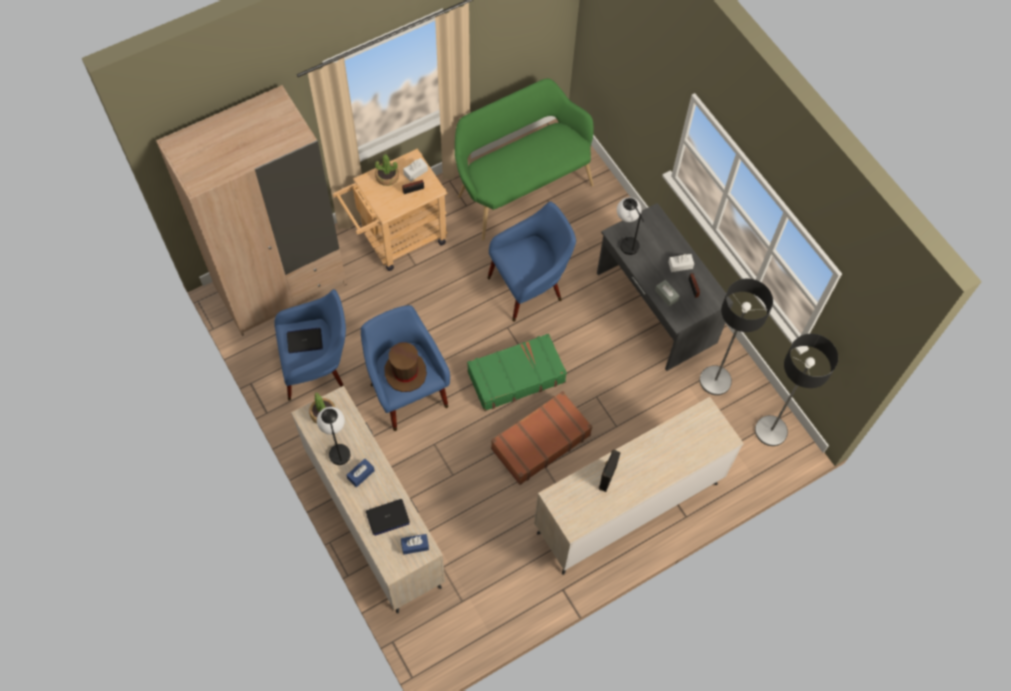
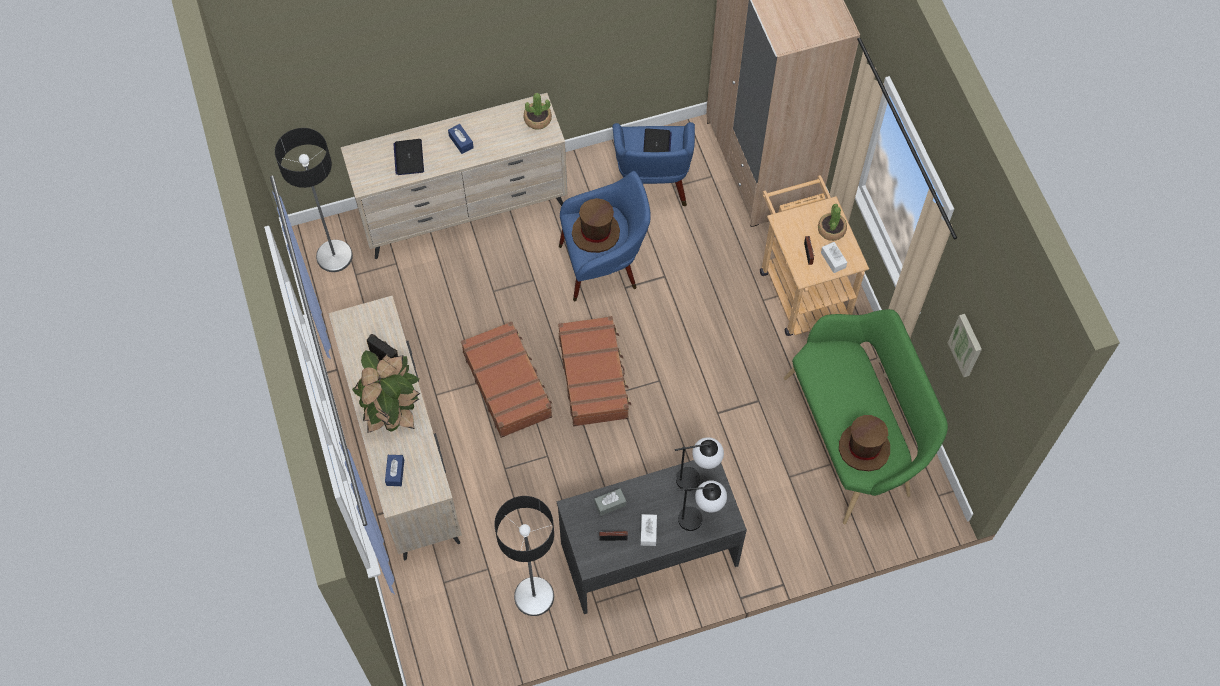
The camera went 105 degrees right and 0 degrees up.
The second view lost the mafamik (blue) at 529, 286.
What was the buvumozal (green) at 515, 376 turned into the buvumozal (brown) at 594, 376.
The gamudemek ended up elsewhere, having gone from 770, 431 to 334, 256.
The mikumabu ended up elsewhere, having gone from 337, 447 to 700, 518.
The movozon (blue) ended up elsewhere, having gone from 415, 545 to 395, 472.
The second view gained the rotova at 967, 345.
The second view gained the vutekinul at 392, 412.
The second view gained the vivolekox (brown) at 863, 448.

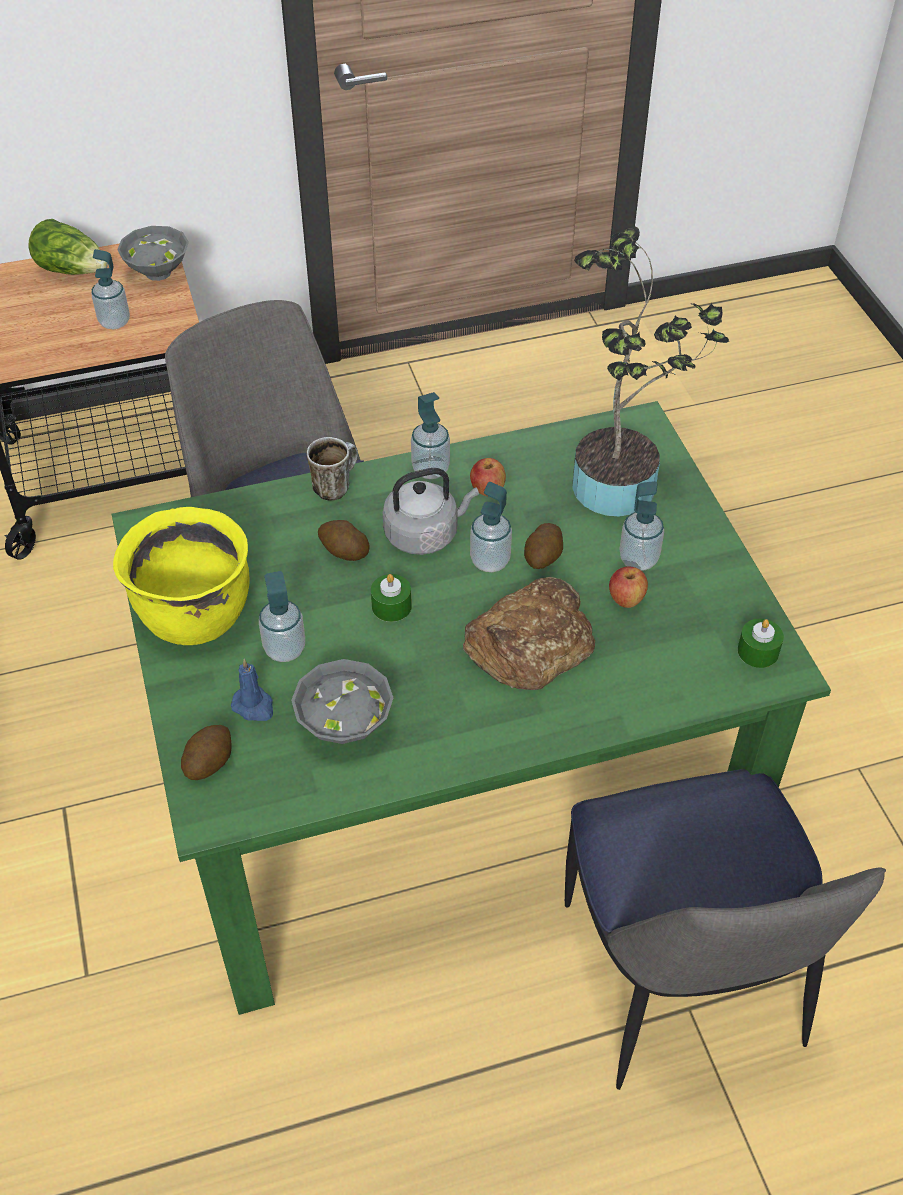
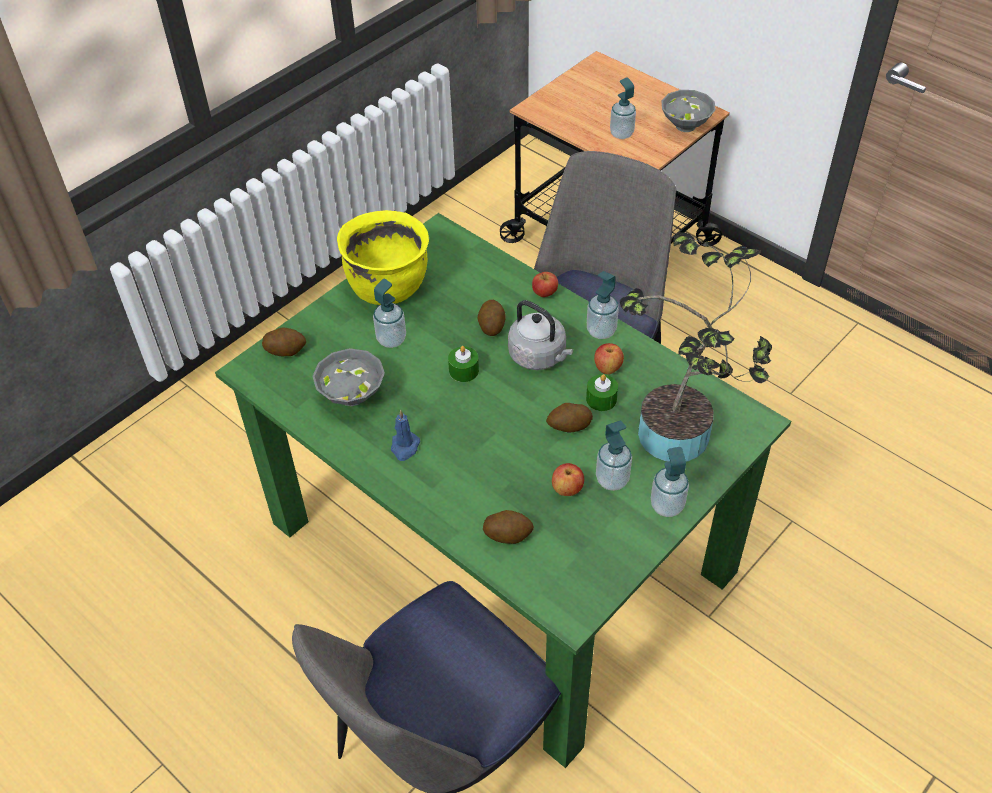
The camera went 60 degrees right and 0 degrees up.
The second view lost the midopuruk at 73, 270.
Where the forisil stood at 335, 486, the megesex came to stand at 545, 293.
The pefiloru ended up elsewhere, having gone from 490, 561 to 667, 506.
The second view lost the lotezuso at 530, 643.
The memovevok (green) ended up elsewhere, having gone from 758, 651 to 601, 399.
The memovevok (blue) ended up elsewhere, having gone from 254, 706 to 405, 447.
The second view gained the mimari at 508, 534.

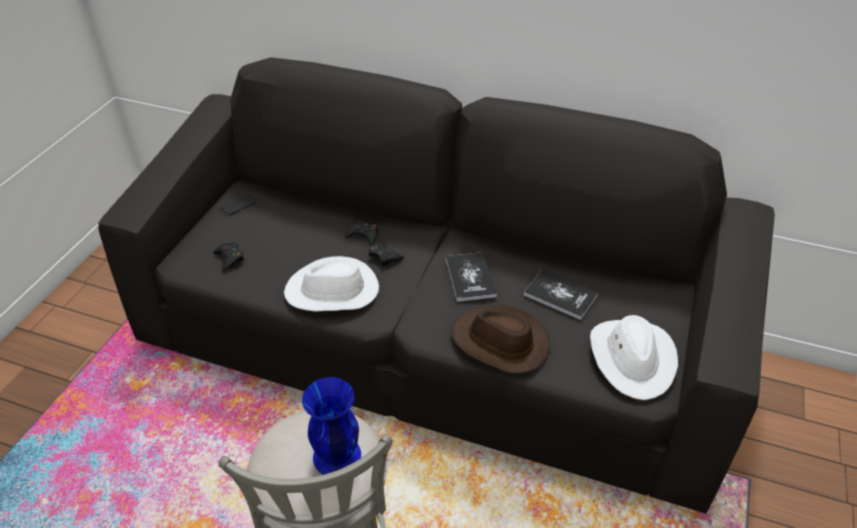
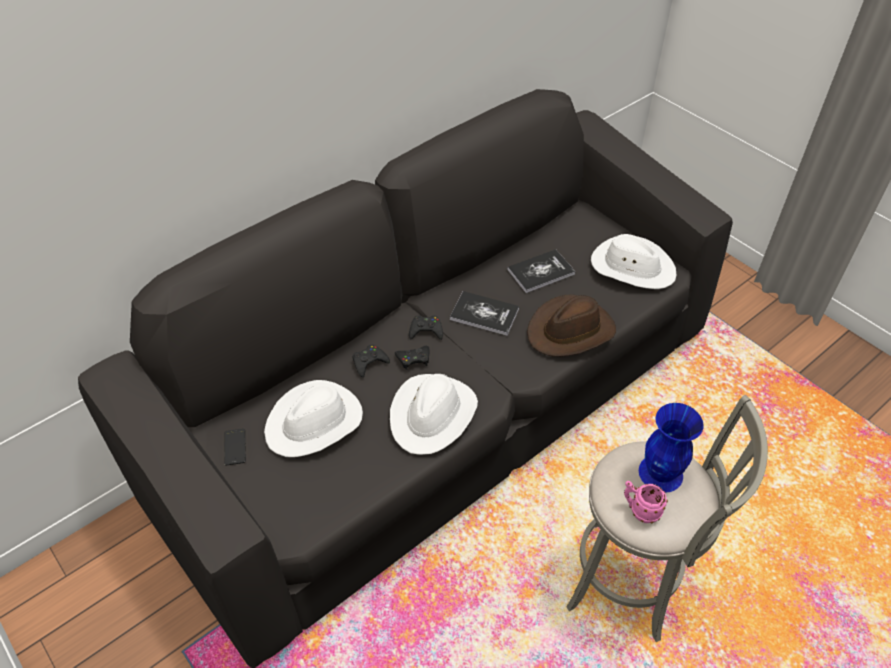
The camera went 60 degrees left and 5 degrees up.
The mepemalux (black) ended up elsewhere, having gone from 229, 258 to 426, 330.
The second view gained the vivolekox (white) at 314, 422.
The second view gained the forisil (pink) at 640, 510.

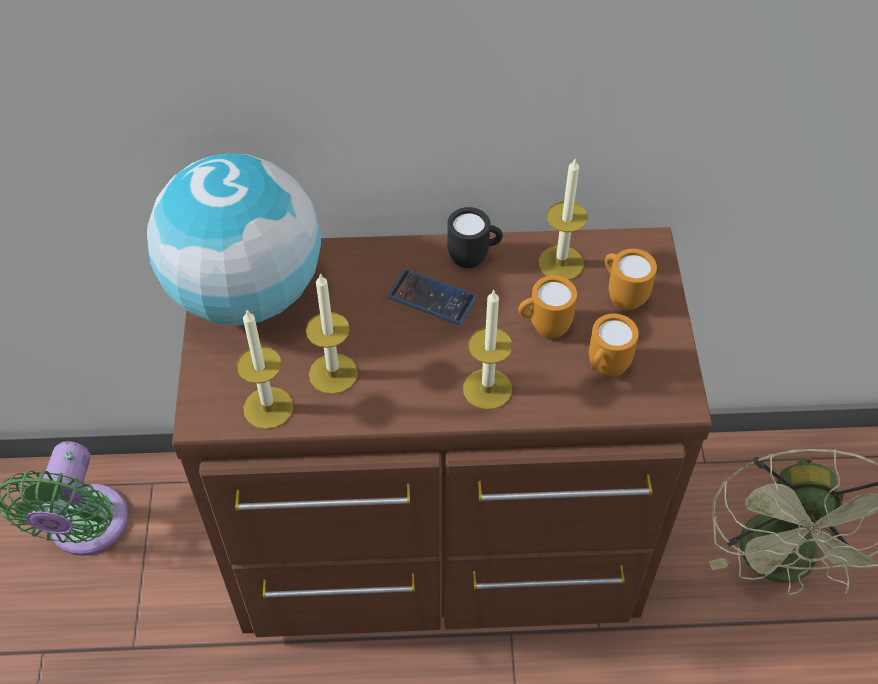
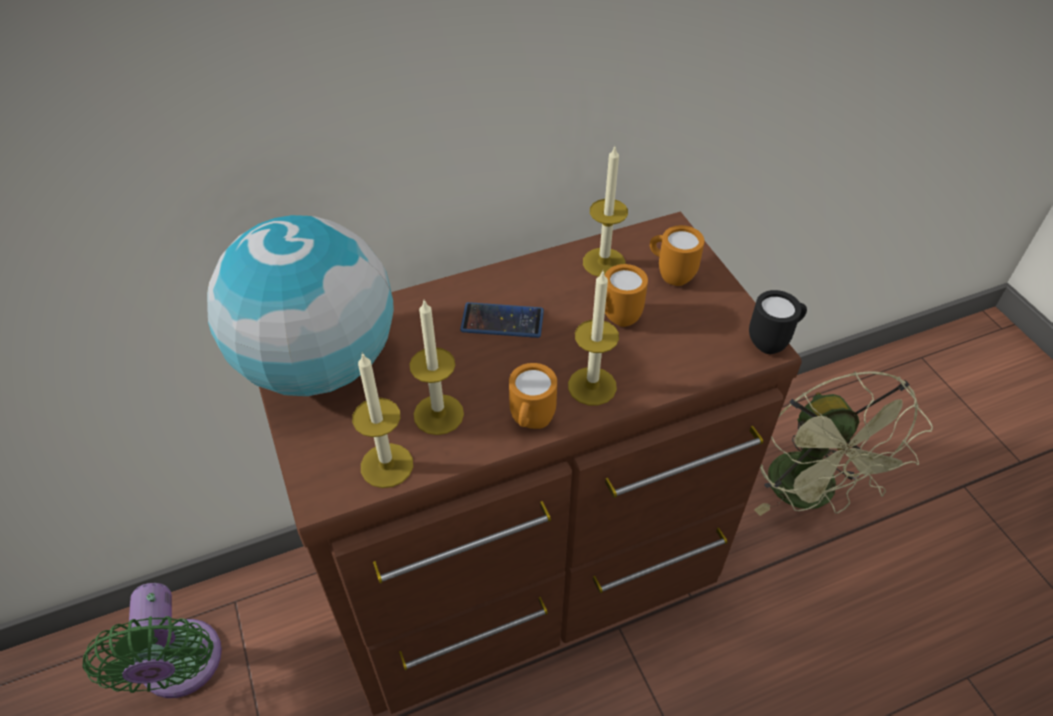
The camera went 20 degrees left and 5 degrees down.
The forisil (black) ended up elsewhere, having gone from 474, 258 to 772, 342.
The forisil (orange) ended up elsewhere, having gone from 604, 369 to 530, 423.

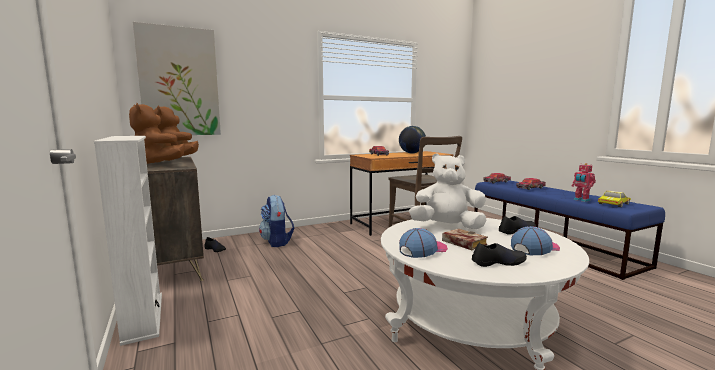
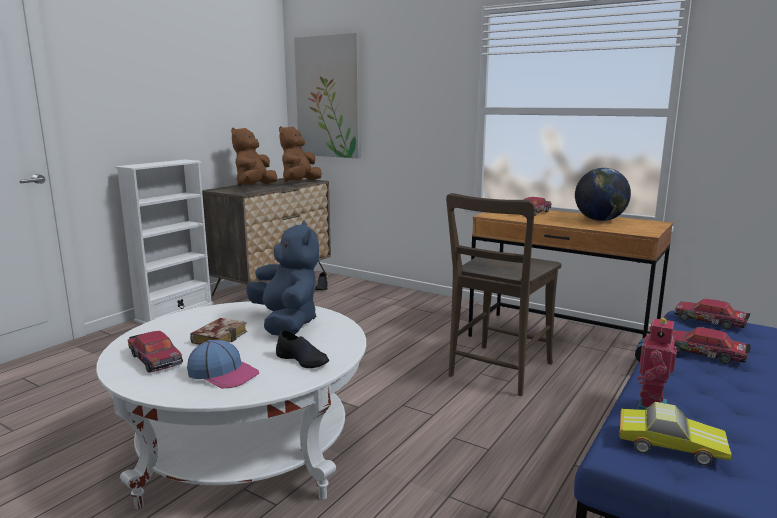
The camera went 60 degrees right and 5 degrees up.
What was the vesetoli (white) at 447, 227 turned into the vesetoli (blue) at 286, 323.
The second view lost the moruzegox at 277, 242.
The second view lost the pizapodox at 422, 250.
Where the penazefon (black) stood at 498, 262, the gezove came to stand at 155, 358.

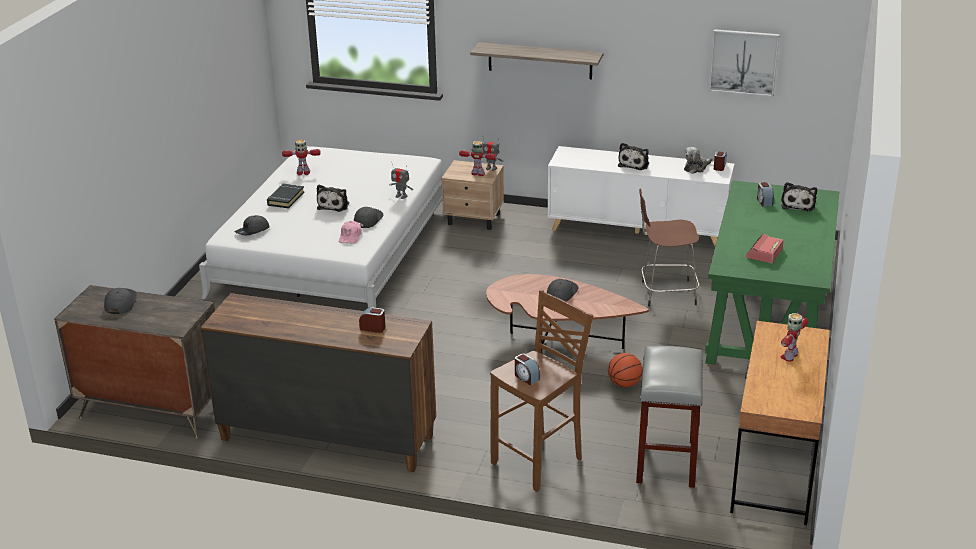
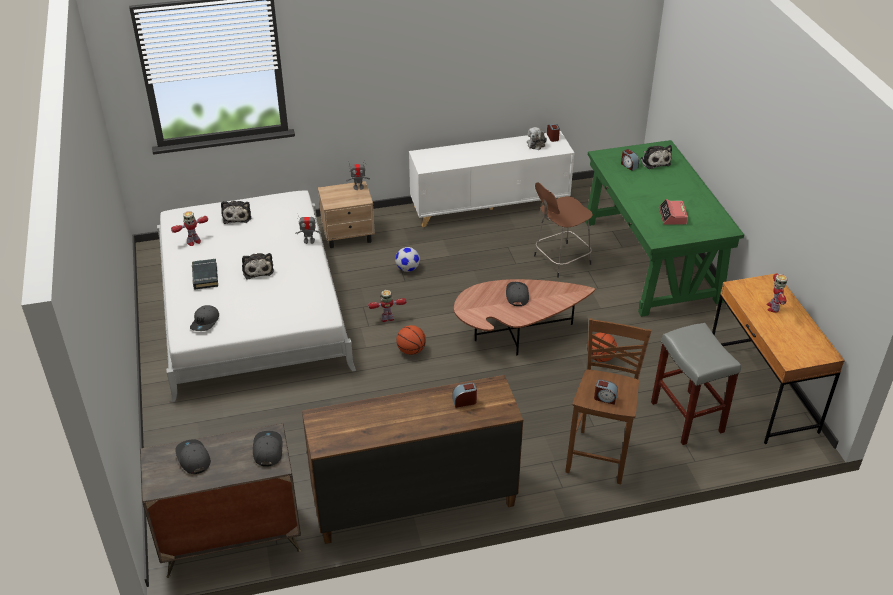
The camera went 30 degrees left and 10 degrees up.
The second view lost the rotova at 743, 62.
The second view lost the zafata at 540, 61.
The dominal ended up elsewhere, having gone from 478, 174 to 387, 318.
The vesetoli ended up elsewhere, having gone from 634, 164 to 237, 216.
The pizapodox (grey) ended up elsewhere, having gone from 367, 220 to 267, 450.
The second view lost the pizapodox (pink) at 350, 237.
The second view gained the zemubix at 408, 268.
The second view gained the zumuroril at 411, 350.

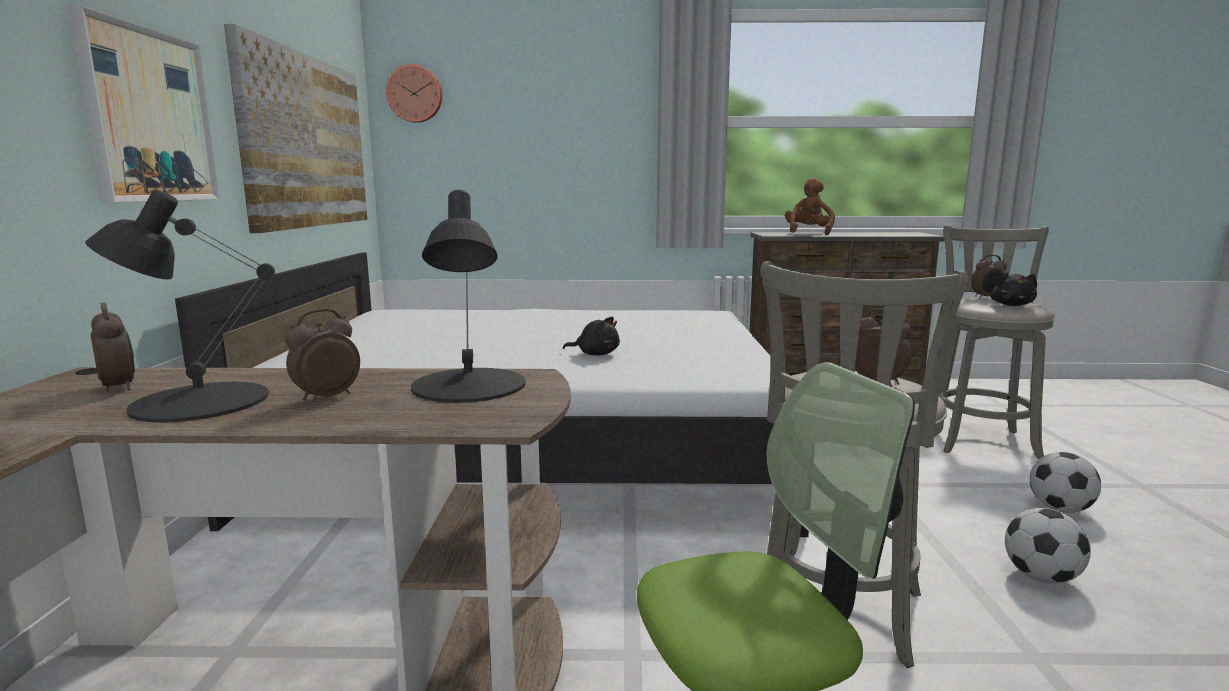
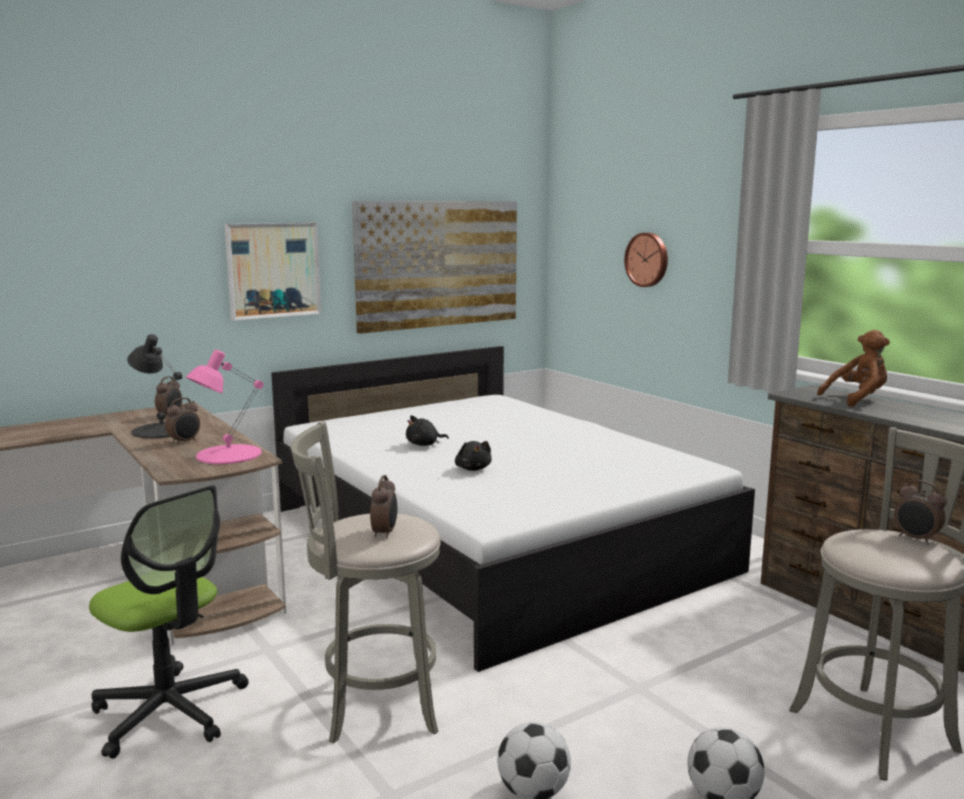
The camera went 55 degrees right and 0 degrees up.
The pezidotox ended up elsewhere, having gone from 415, 94 to 647, 259.
What was the mikumabu (black) at 468, 385 turned into the mikumabu (pink) at 227, 454.
The vesetoli (black) ended up elsewhere, having gone from 1011, 305 to 424, 444.
The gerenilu at 326, 397 ended up facing another way, 120 degrees clockwise from before.

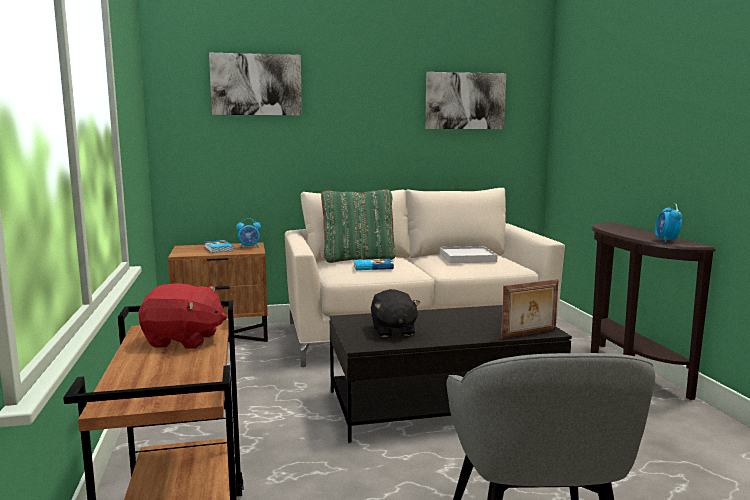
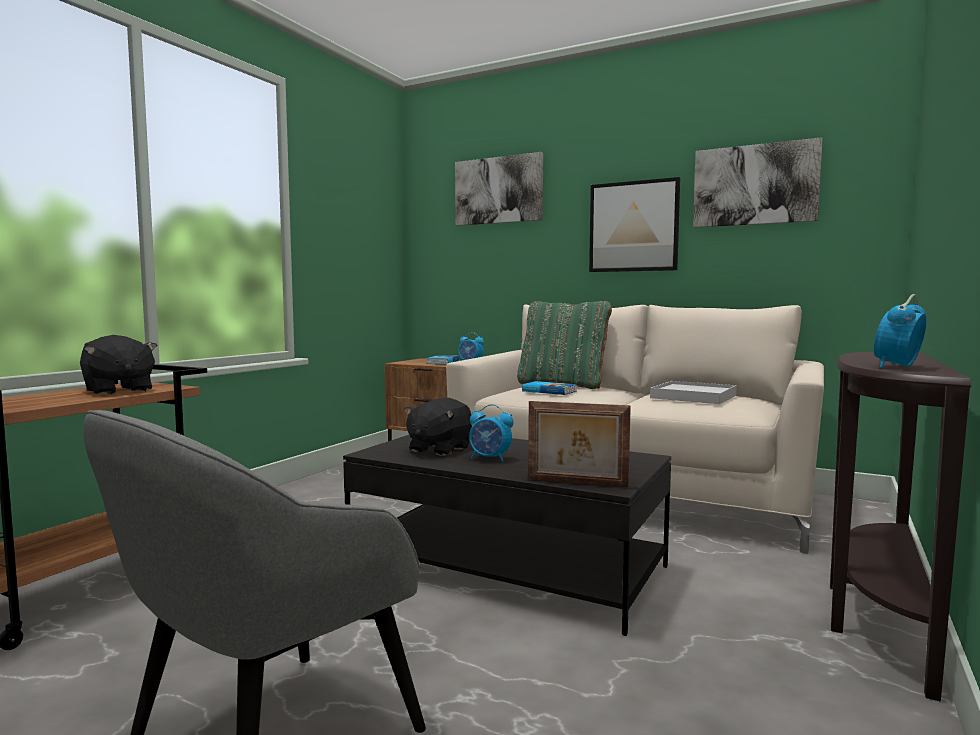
The camera went 40 degrees right and 5 degrees down.
What was the vesetoli (red) at 183, 340 turned into the vesetoli (black) at 118, 390.
The second view gained the rotova at 633, 226.
The second view gained the gerenilu at 490, 459.

